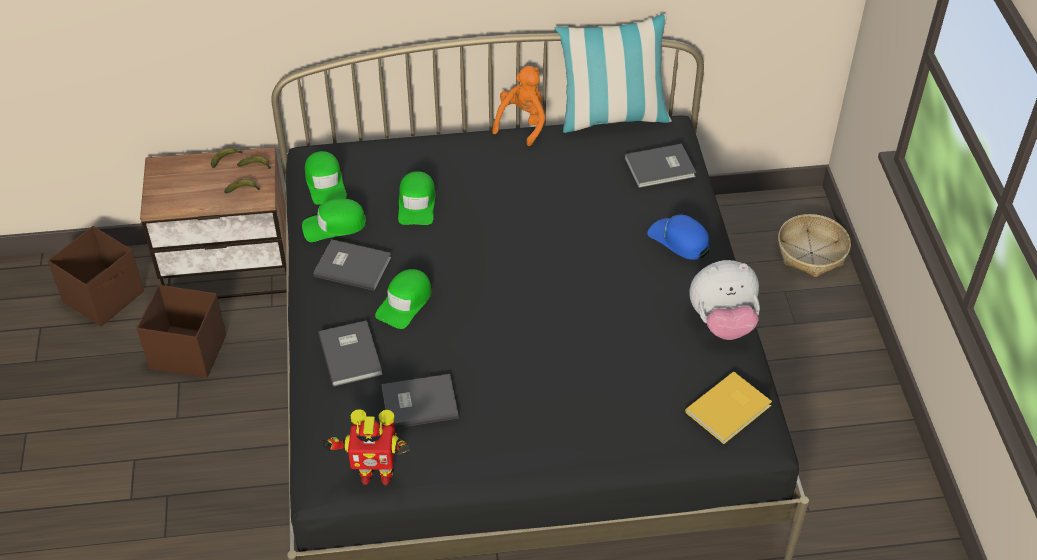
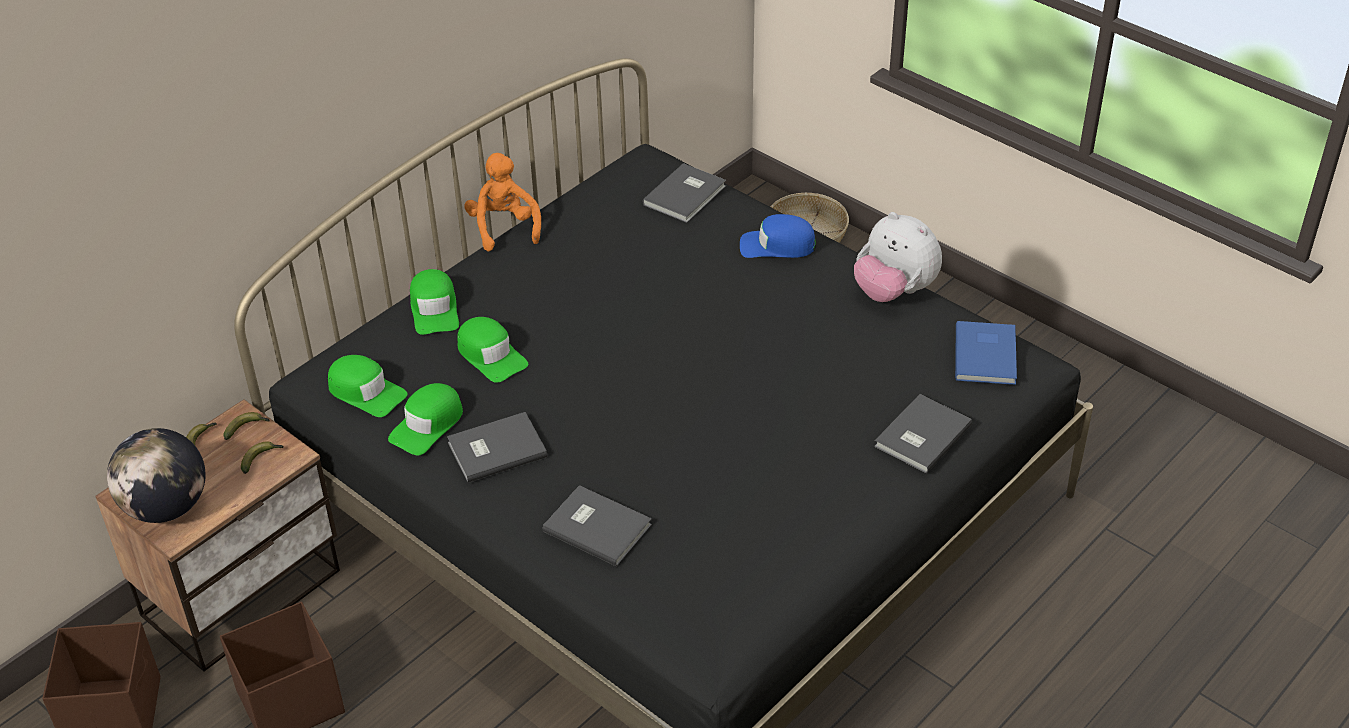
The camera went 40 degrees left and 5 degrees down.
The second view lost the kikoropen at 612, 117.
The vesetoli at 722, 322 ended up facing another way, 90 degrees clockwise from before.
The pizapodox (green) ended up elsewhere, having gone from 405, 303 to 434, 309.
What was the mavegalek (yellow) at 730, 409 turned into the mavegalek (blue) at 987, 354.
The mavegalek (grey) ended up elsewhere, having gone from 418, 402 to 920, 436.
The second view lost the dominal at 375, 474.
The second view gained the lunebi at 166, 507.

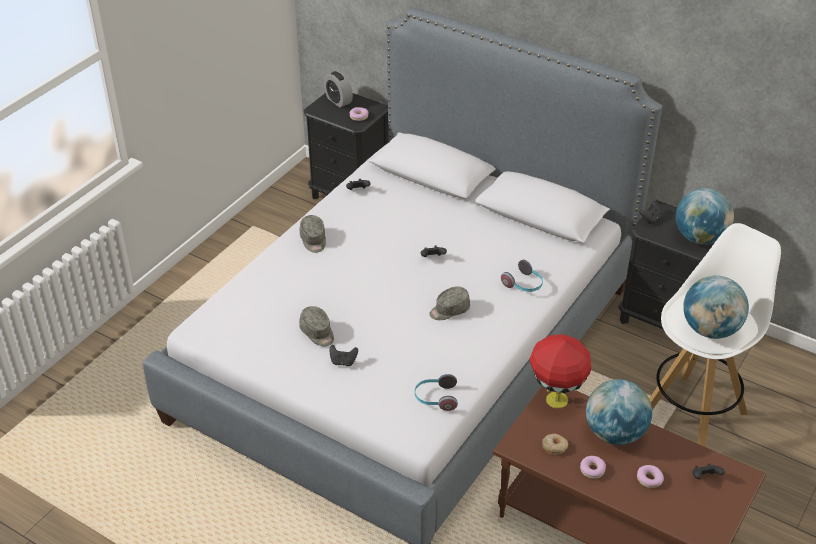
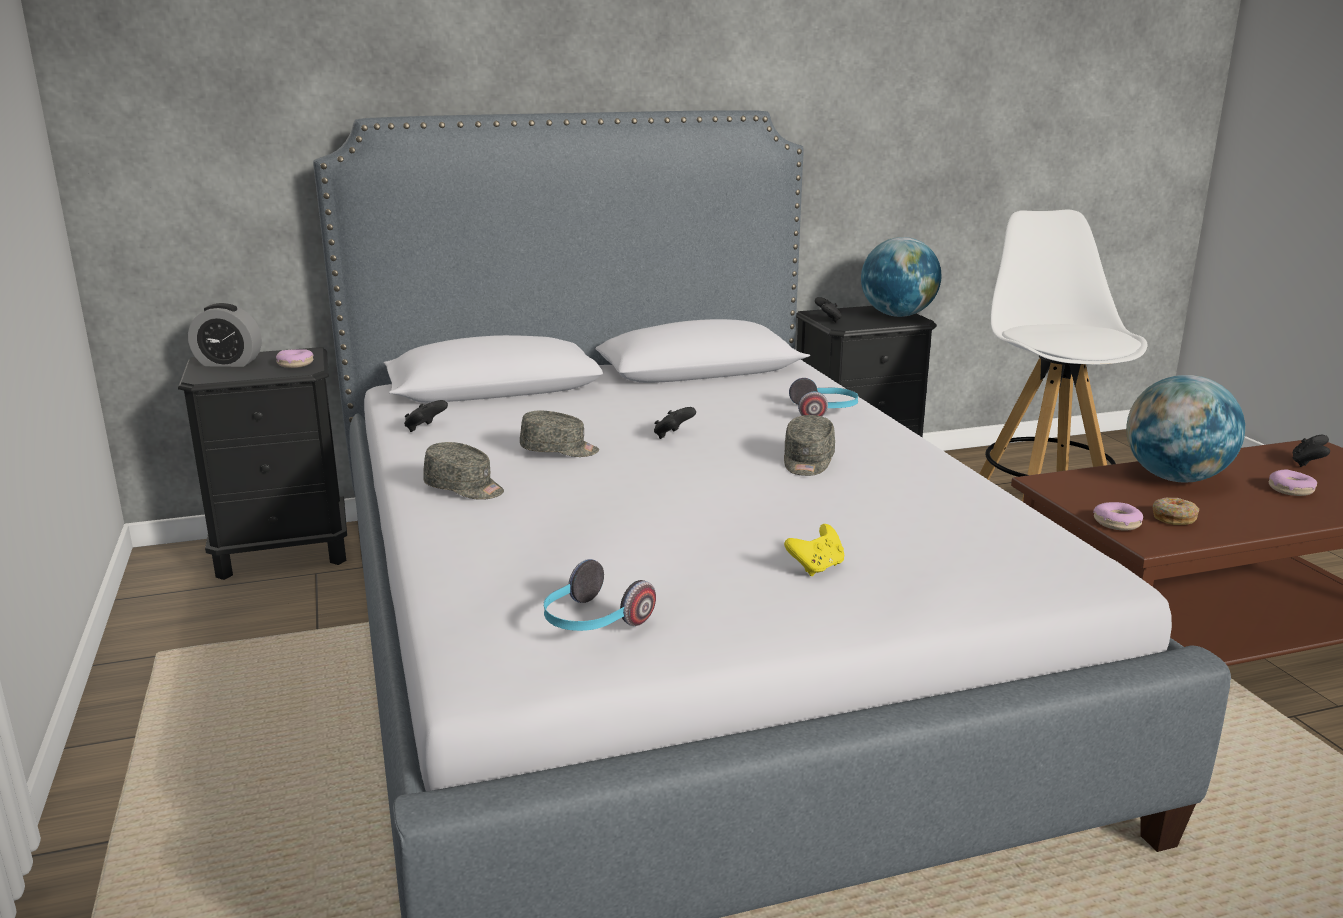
The camera went 50 degrees left and 20 degrees down.
The second view lost the lunebi at 710, 330.
The pizapodox (grey) ended up elsewhere, having gone from 317, 333 to 559, 450.
The second view lost the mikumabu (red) at 555, 400.
What was the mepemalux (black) at 343, 362 turned into the mepemalux (yellow) at 816, 567.
The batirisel ended up elsewhere, having gone from 435, 398 to 592, 622.
The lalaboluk ended up elsewhere, having gone from 592, 470 to 1116, 523.

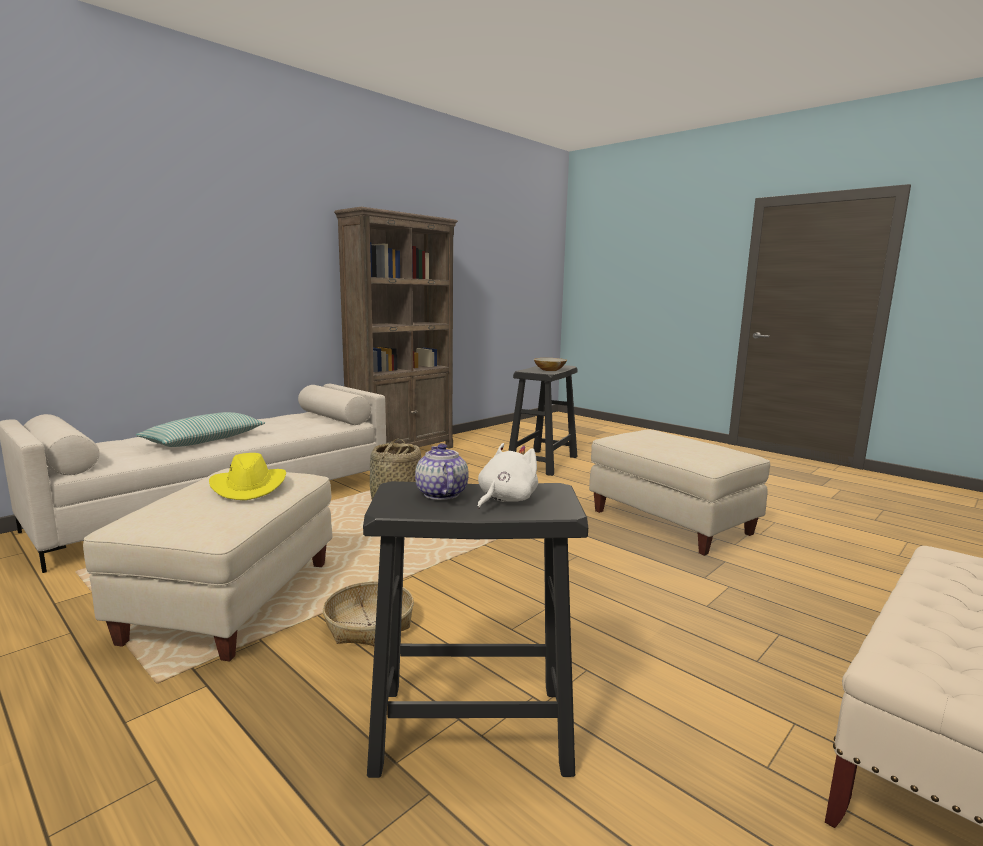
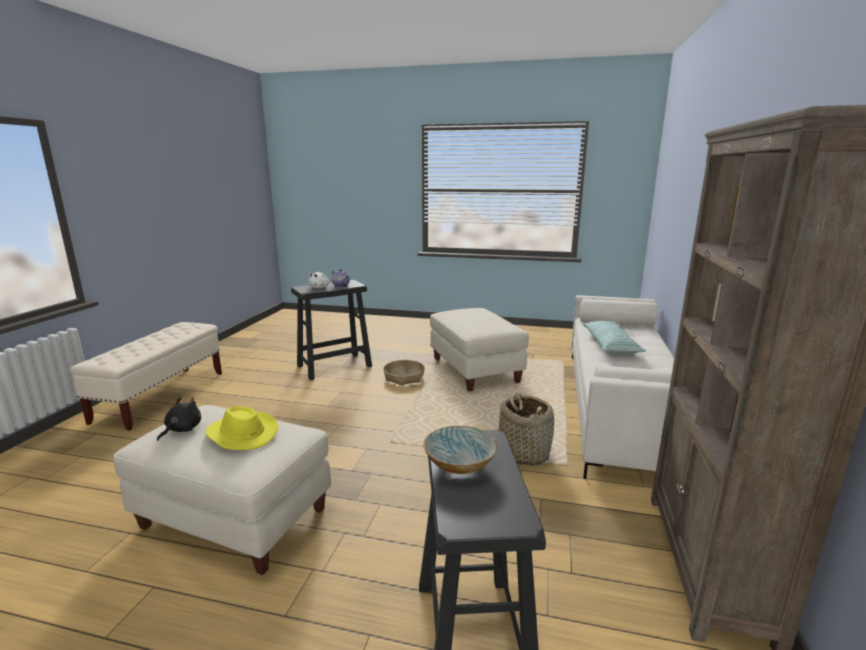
The camera went 150 degrees right and 5 degrees up.
The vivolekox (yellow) ended up elsewhere, having gone from 249, 487 to 241, 434.
The second view gained the vesetoli (black) at 182, 430.

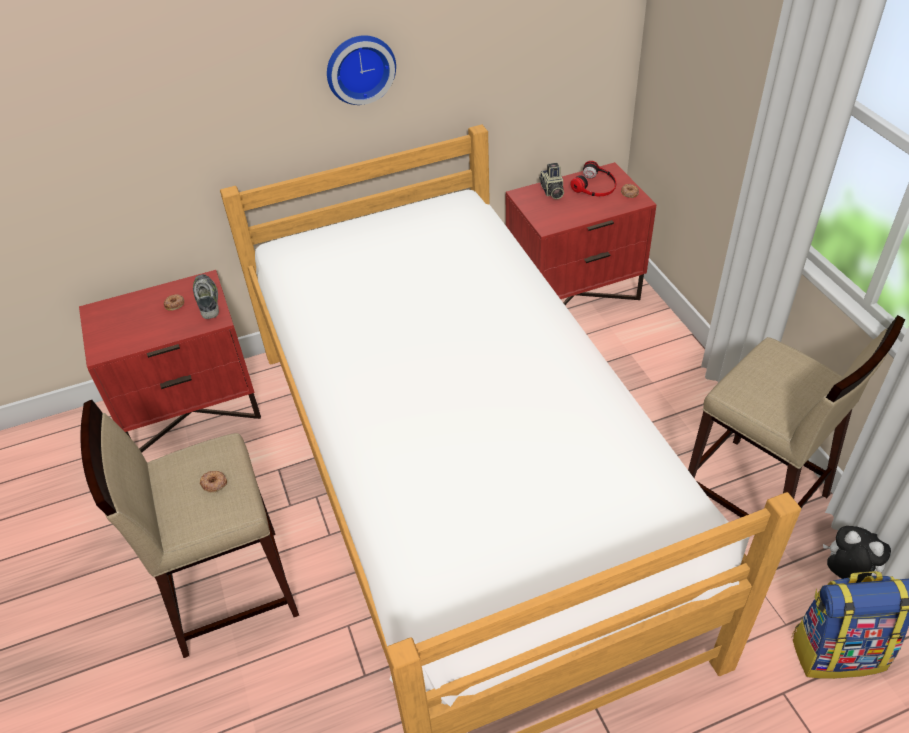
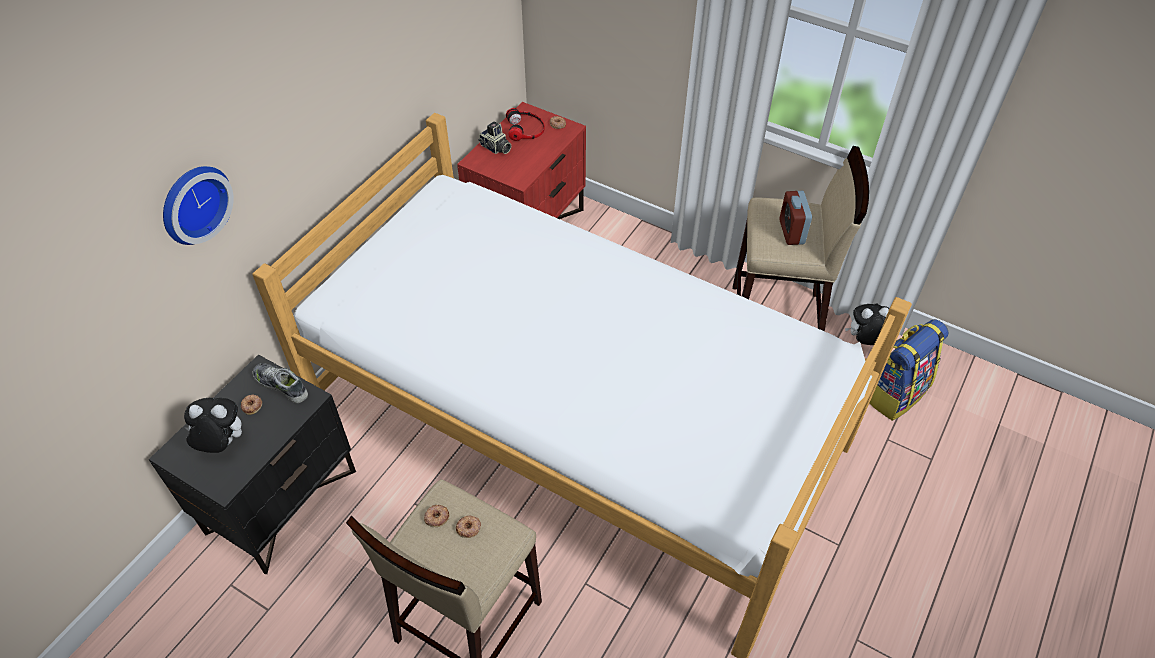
The camera went 40 degrees left and 5 degrees up.
The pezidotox ended up elsewhere, having gone from 359, 68 to 192, 203.
What was the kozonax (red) at 192, 409 turned into the kozonax (black) at 281, 500.
The second view gained the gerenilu at 791, 232.
The second view gained the vesetoli at 222, 444.
The second view gained the lalaboluk at 436, 517.

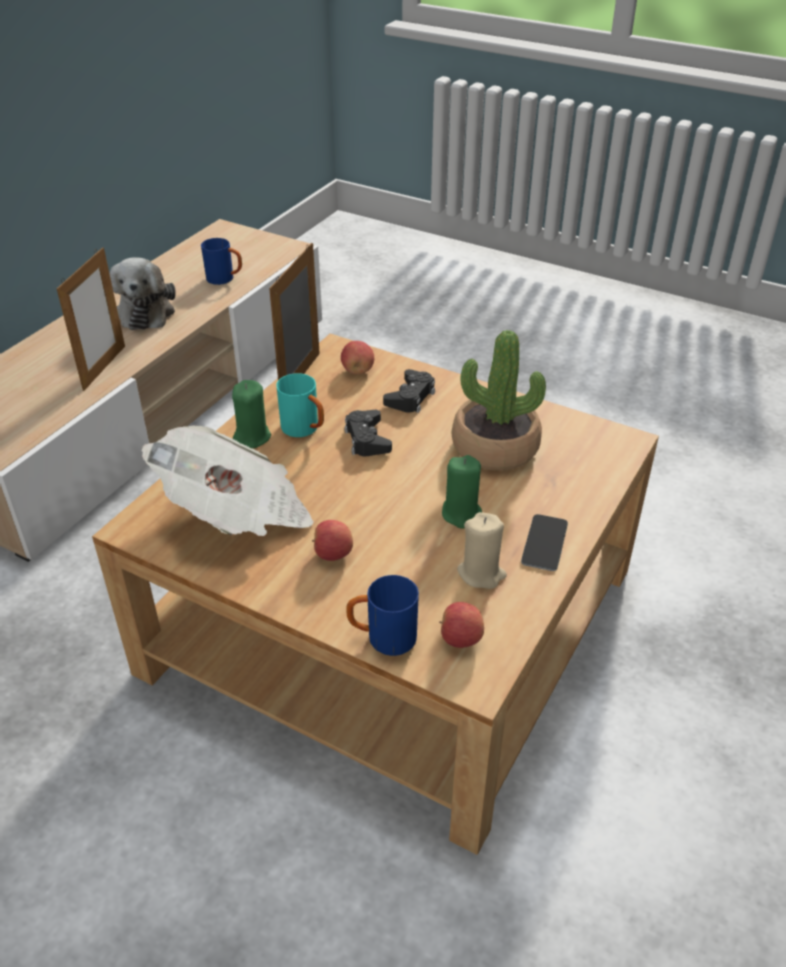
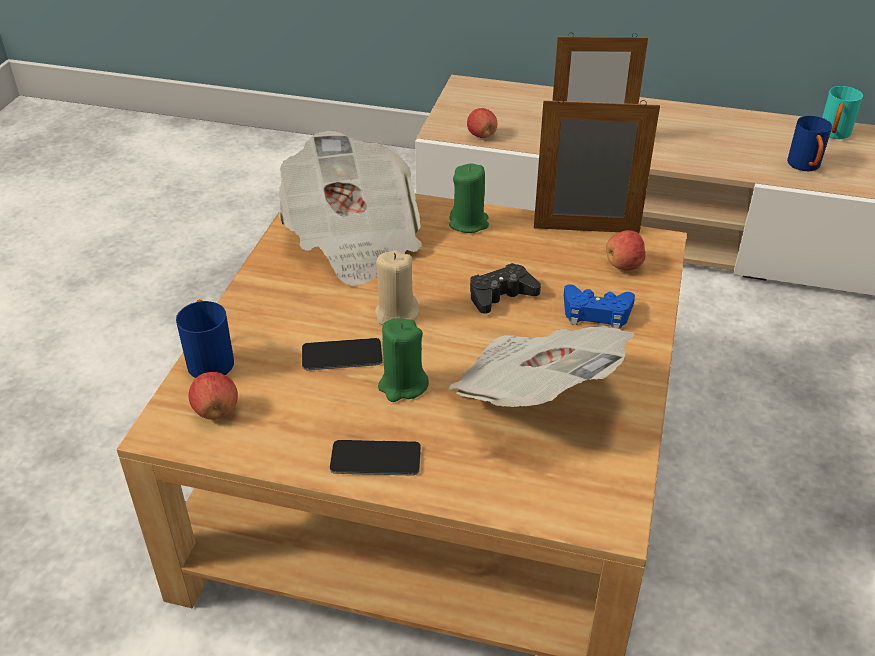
The camera went 75 degrees right and 0 degrees up.
The second view lost the vesetoli at 145, 311.
Where the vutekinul stood at 495, 447, the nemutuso came to stand at 534, 395.
What was the mepemalux (black) at 410, 397 turned into the mepemalux (blue) at 596, 313.
The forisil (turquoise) ended up elsewhere, having gone from 305, 430 to 833, 135.
The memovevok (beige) ended up elsewhere, having gone from 481, 573 to 396, 314.
The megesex ended up elsewhere, having gone from 333, 554 to 481, 135.
The second view gained the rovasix at 342, 355.

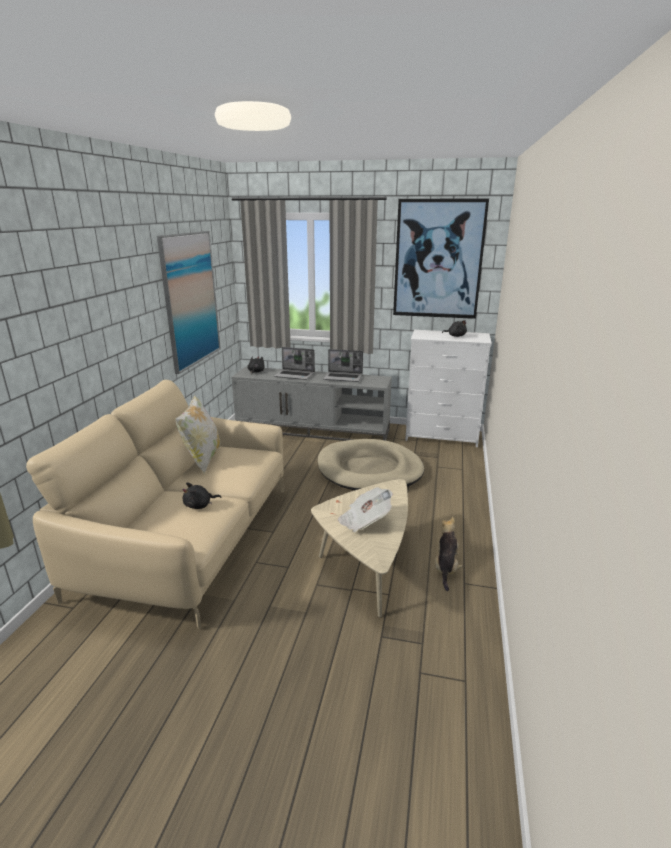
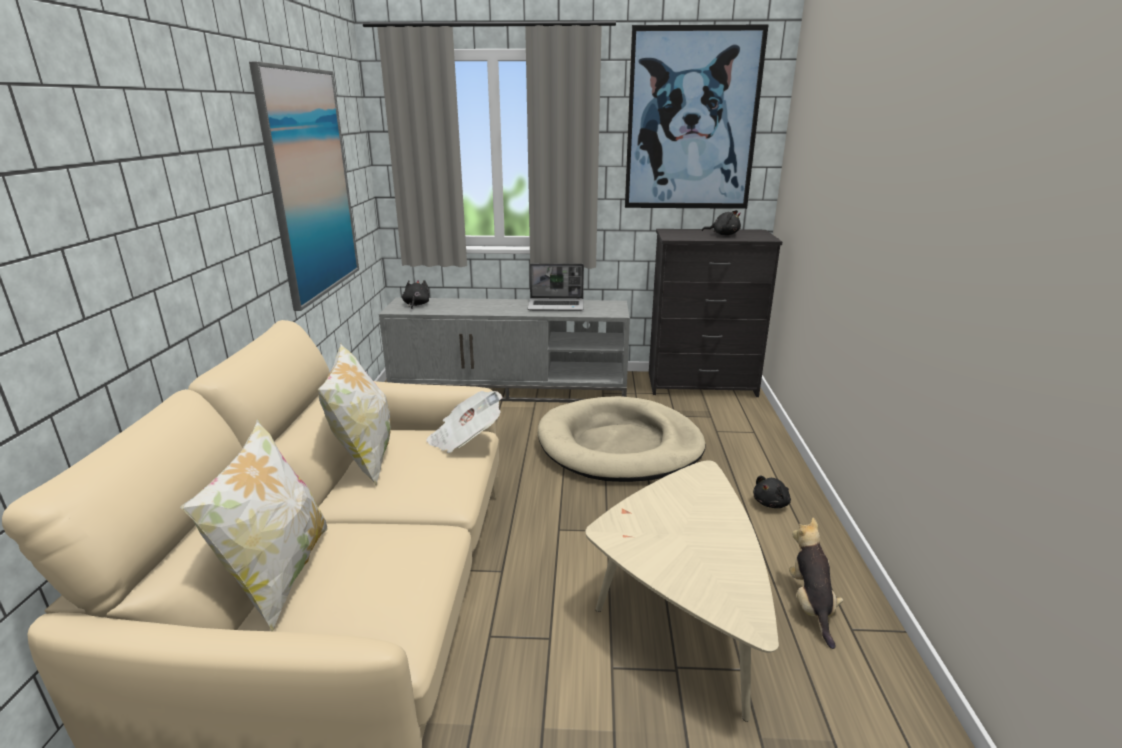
The camera went 10 degrees left and 0 degrees up.
What was the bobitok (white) at 442, 436 turned into the bobitok (black) at 702, 385.
The second view lost the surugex at 295, 375.
The vesetoli (black) ended up elsewhere, having gone from 200, 505 to 771, 503.
The nemutuso ended up elsewhere, having gone from 364, 521 to 465, 439.
The second view gained the kikoropen at 279, 575.

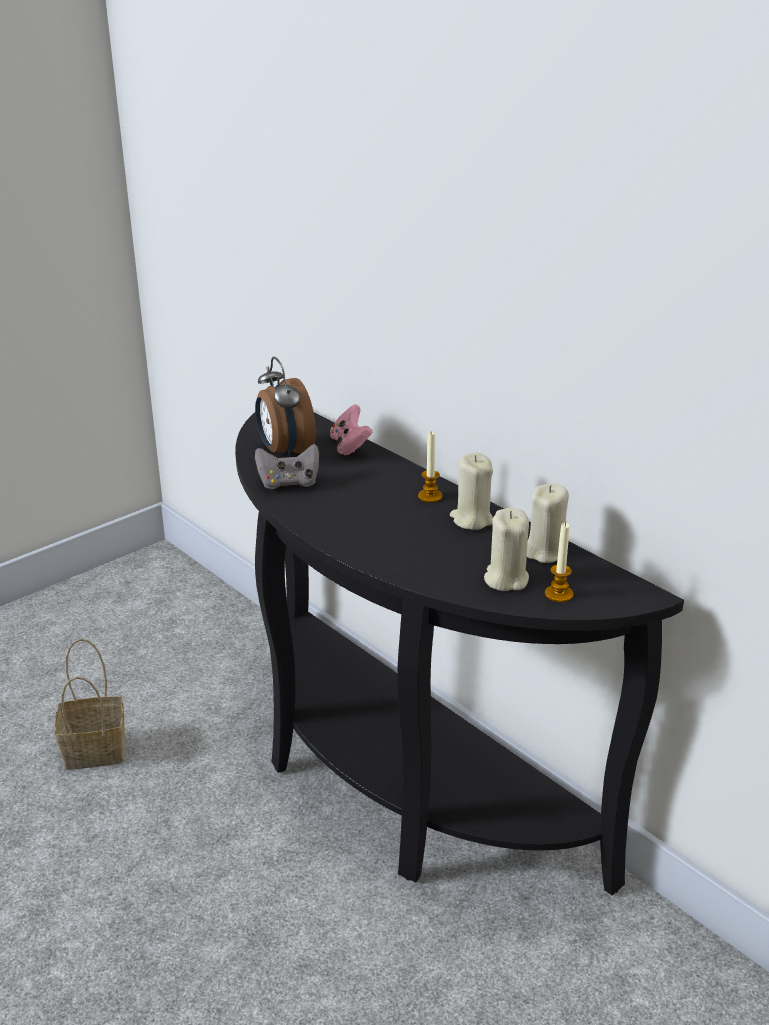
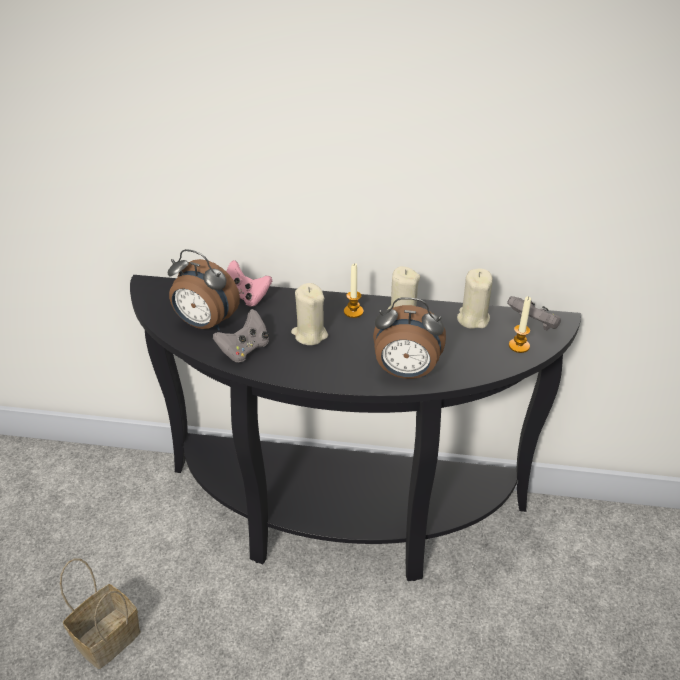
The camera went 40 degrees left and 10 degrees up.
The memovevok (beige) ended up elsewhere, having gone from 506, 579 to 309, 334.
The second view gained the mepemalux (grey) at 533, 325.
The second view gained the gerenilu at 406, 373.

